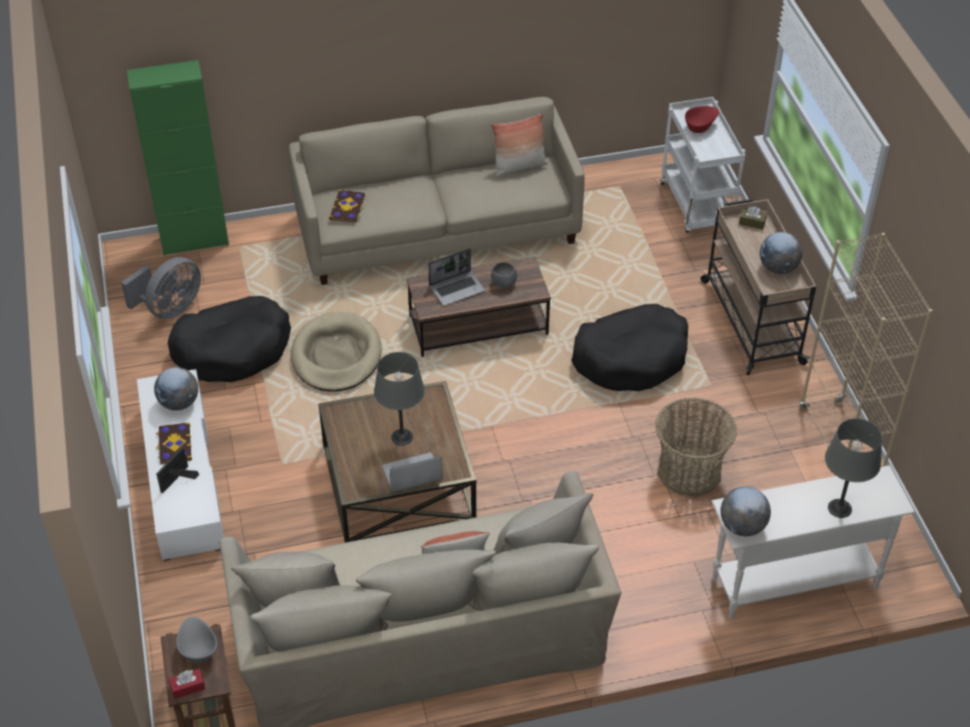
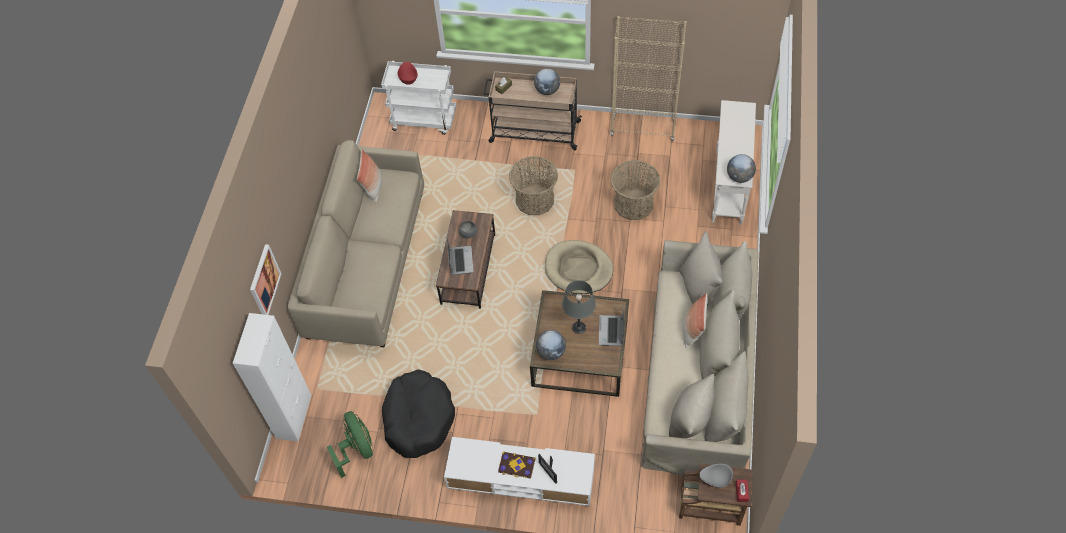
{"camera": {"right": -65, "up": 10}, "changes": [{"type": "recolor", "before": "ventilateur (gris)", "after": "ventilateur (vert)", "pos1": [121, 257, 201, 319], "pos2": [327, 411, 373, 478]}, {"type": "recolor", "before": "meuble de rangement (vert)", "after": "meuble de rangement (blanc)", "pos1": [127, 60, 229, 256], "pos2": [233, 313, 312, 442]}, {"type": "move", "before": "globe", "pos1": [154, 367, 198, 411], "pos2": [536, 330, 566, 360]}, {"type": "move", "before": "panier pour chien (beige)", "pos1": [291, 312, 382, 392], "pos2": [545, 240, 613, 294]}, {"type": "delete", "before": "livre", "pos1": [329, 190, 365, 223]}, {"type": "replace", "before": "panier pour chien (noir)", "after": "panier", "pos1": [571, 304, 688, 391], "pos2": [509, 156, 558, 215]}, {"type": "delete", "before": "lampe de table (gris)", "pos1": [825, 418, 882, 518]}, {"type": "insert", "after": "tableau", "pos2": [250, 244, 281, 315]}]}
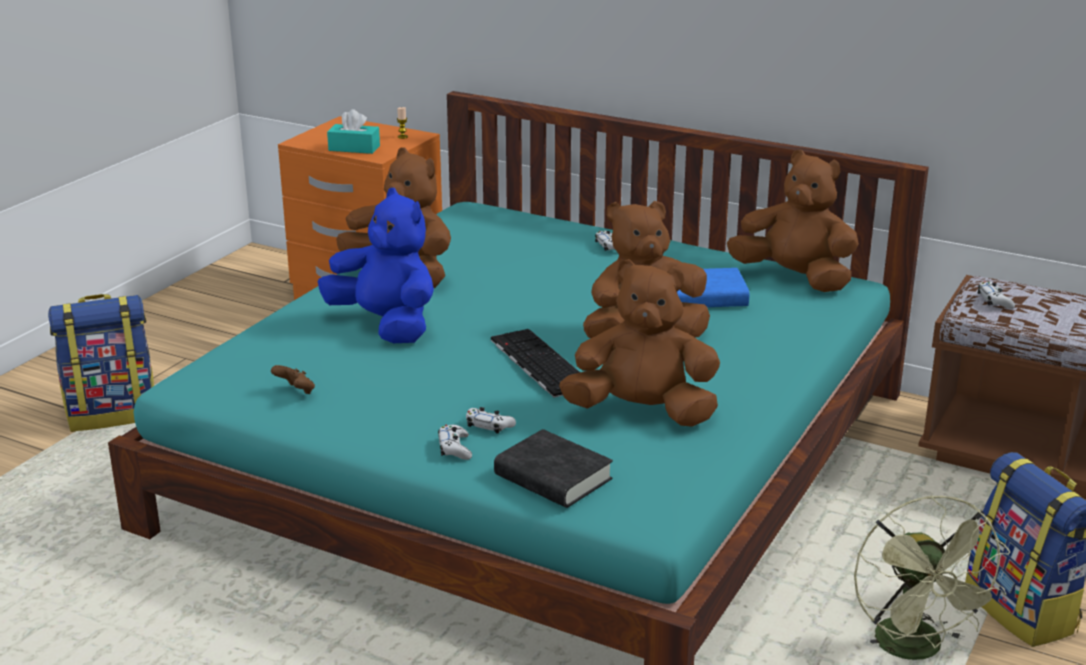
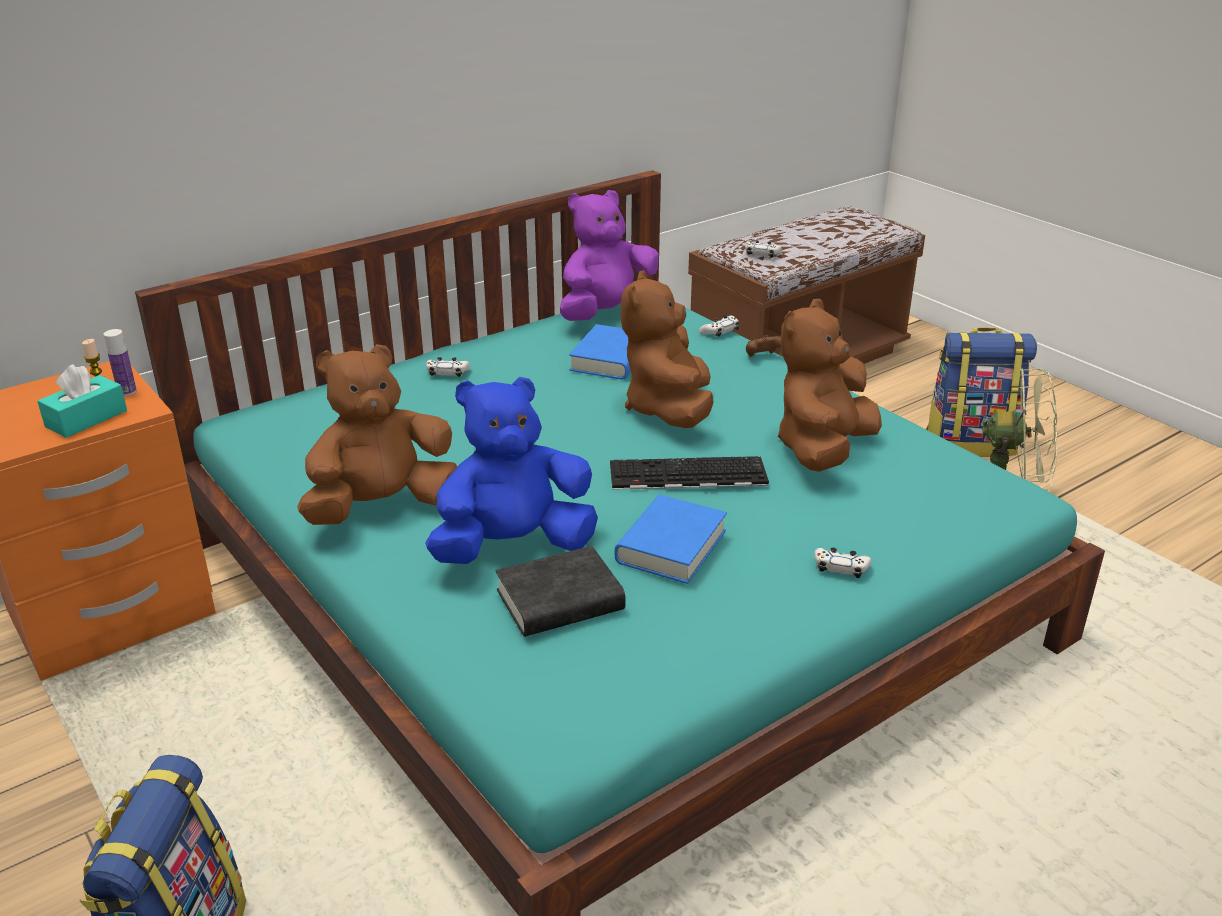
{"camera": {"right": -65, "up": 5}, "changes": [{"type": "move", "before": "manette (marron)", "pos1": [271, 365, 315, 394], "pos2": [746, 335, 781, 357]}, {"type": "move", "before": "manette (blanc)", "pos1": [466, 407, 516, 434], "pos2": [699, 315, 739, 337]}, {"type": "move", "before": "livre (noir)", "pos1": [494, 429, 613, 508], "pos2": [496, 546, 625, 637]}, {"type": "recolor", "before": "peluche (marron)", "after": "peluche (violet)", "pos1": [727, 150, 859, 292], "pos2": [560, 190, 659, 321]}, {"type": "insert", "after": "bouteille", "pos2": [104, 329, 137, 396]}, {"type": "insert", "after": "livre (bleu)", "pos2": [615, 495, 727, 584]}]}
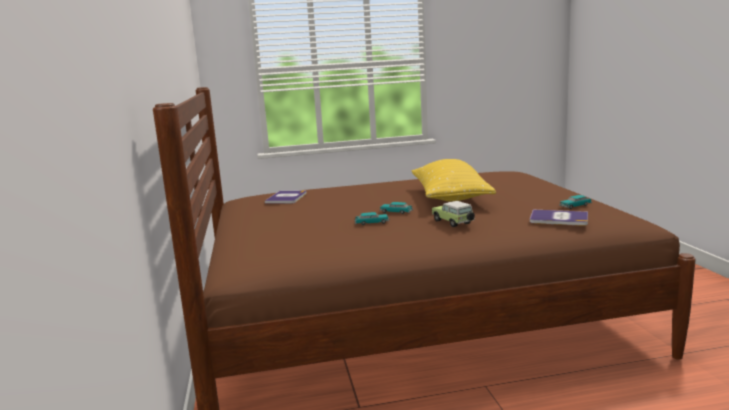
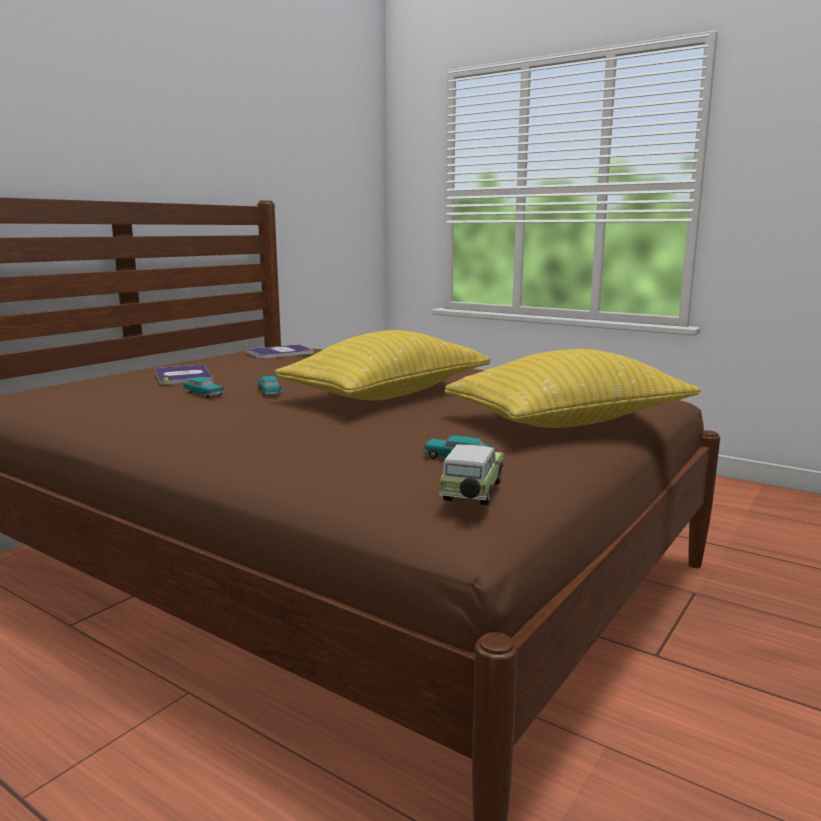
{"camera": {"right": 45, "up": 0}, "changes": [{"type": "move", "before": "petite voiture", "pos1": [432, 201, 475, 227], "pos2": [438, 444, 503, 505]}, {"type": "move", "before": "livre", "pos1": [530, 210, 588, 226], "pos2": [156, 364, 213, 385]}, {"type": "insert", "after": "coussin (jaune)", "pos2": [445, 349, 701, 428]}]}
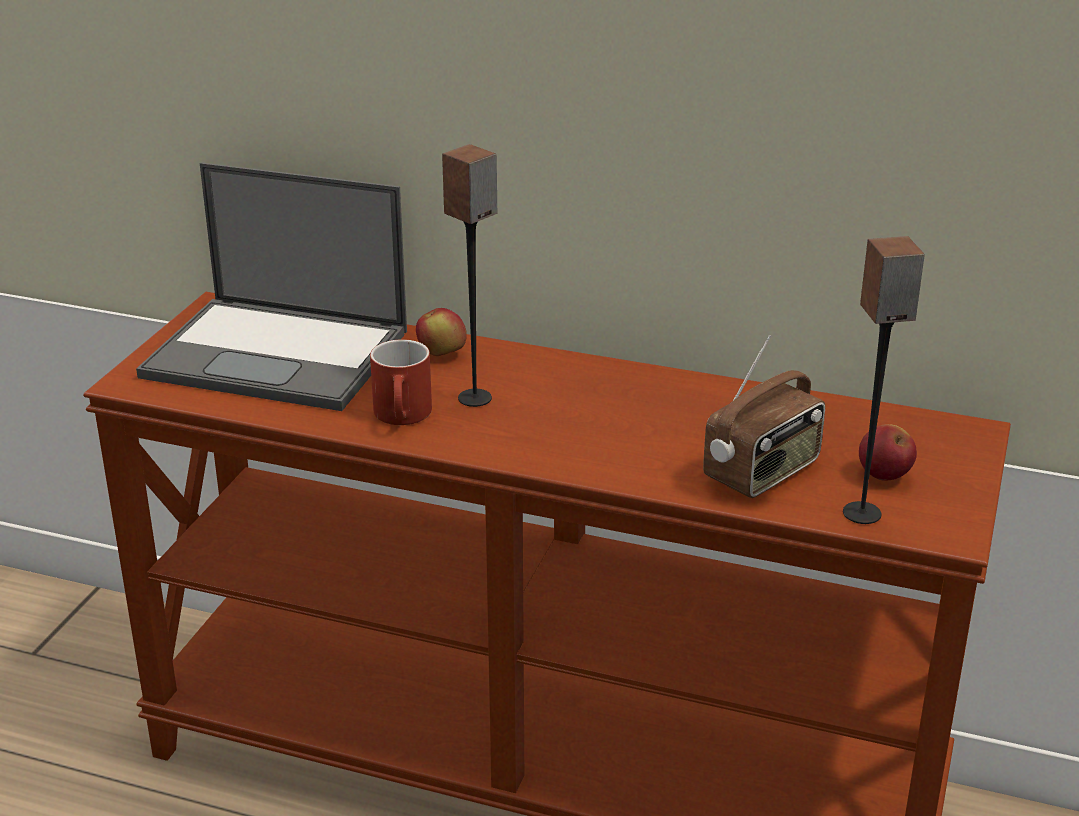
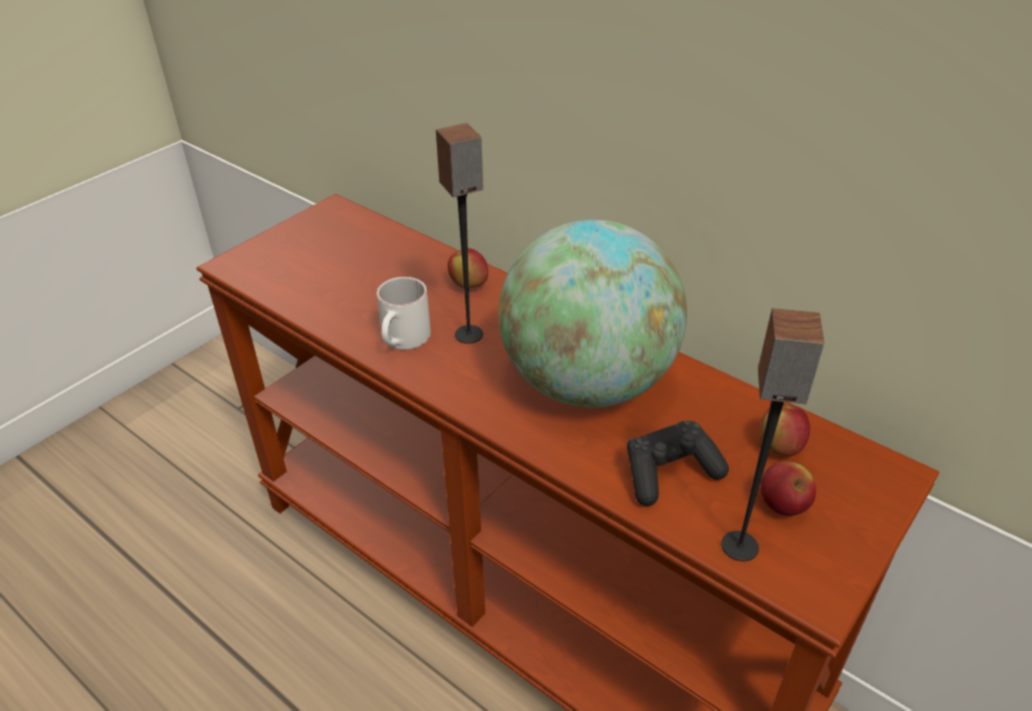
{"camera": {"right": 20, "up": 10}, "changes": [{"type": "delete", "before": "ordinateur portable", "pos1": [136, 162, 407, 411]}, {"type": "recolor", "before": "mug (rouge)", "after": "mug (blanc)", "pos1": [370, 339, 432, 425], "pos2": [377, 277, 431, 350]}, {"type": "replace", "before": "radio", "after": "manette (noir)", "pos1": [703, 335, 825, 498], "pos2": [627, 421, 729, 506]}, {"type": "insert", "after": "globe", "pos2": [498, 220, 687, 408]}, {"type": "insert", "after": "pomme", "pos2": [760, 404, 810, 456]}]}
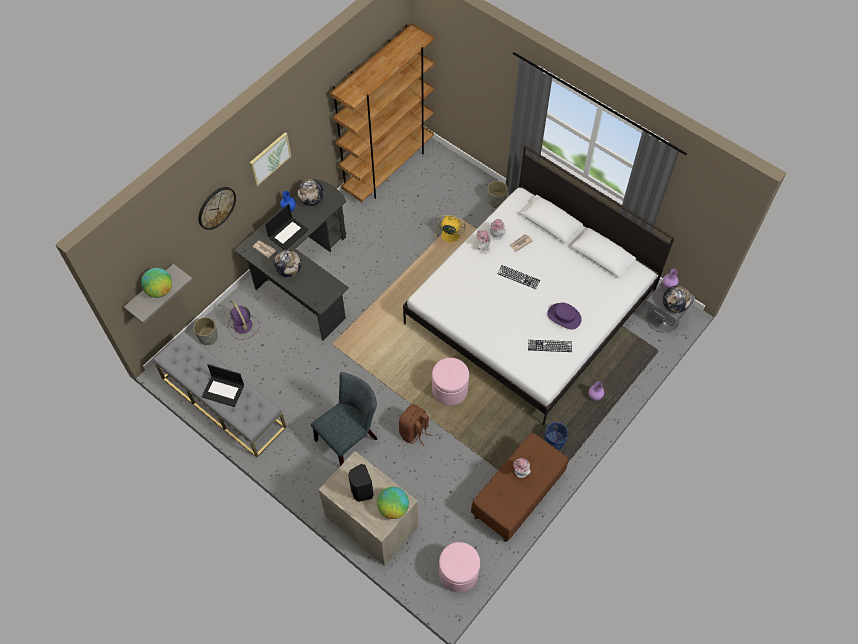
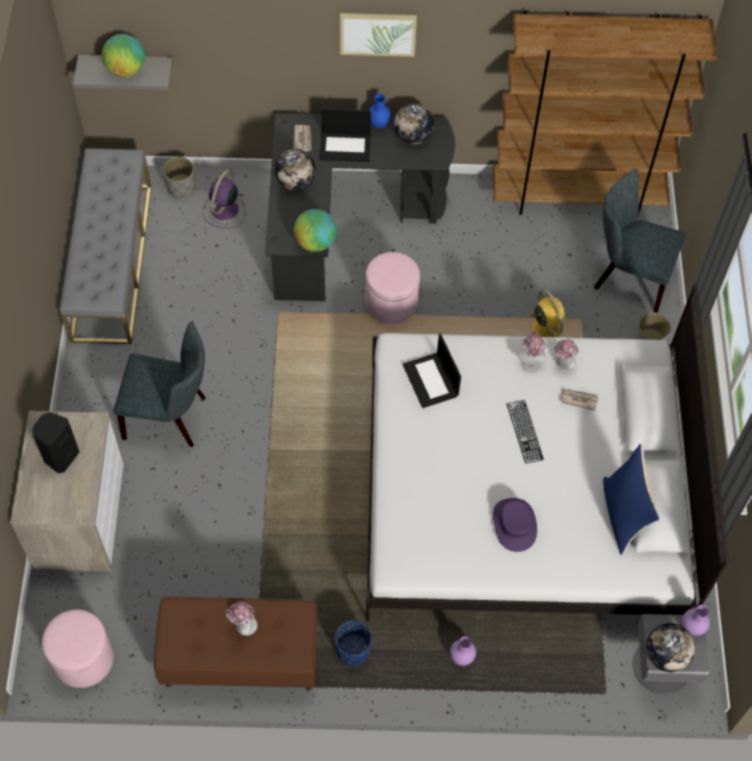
{"camera": {"right": 50, "up": 0}, "changes": [{"type": "delete", "before": "horloge murale", "pos1": [198, 187, 236, 230]}, {"type": "move", "before": "ordinateur portable", "pos1": [202, 364, 244, 407], "pos2": [403, 333, 461, 408]}, {"type": "move", "before": "globe", "pos1": [377, 487, 409, 519], "pos2": [294, 209, 336, 252]}, {"type": "delete", "before": "sac à dos (marron)", "pos1": [399, 404, 433, 446]}, {"type": "move", "before": "pouf (rose)", "pos1": [432, 358, 469, 406], "pos2": [366, 252, 420, 324]}, {"type": "delete", "before": "clavier", "pos1": [528, 340, 572, 352]}, {"type": "insert", "after": "chaise (gris)", "pos2": [594, 169, 685, 313]}, {"type": "insert", "after": "coussin (bleu)", "pos2": [603, 444, 660, 555]}]}
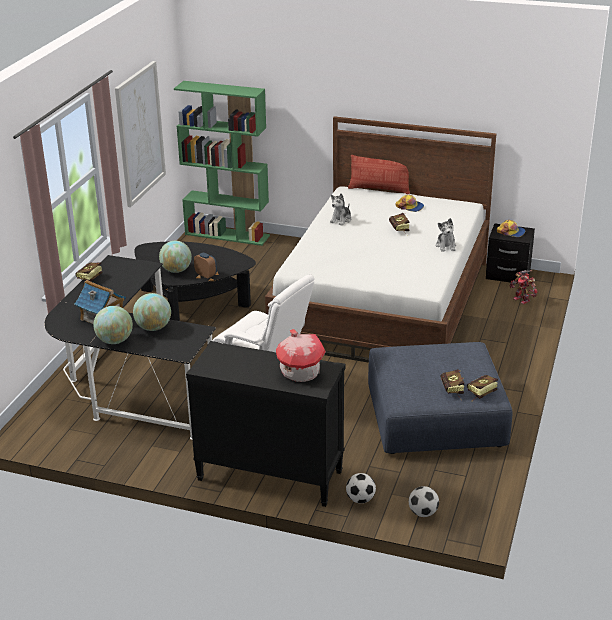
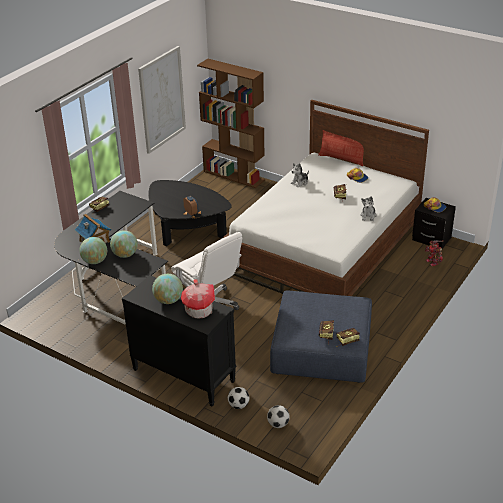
{"camera": {"right": 15, "up": 5}, "changes": [{"type": "move", "before": "globe", "pos1": [159, 241, 192, 273], "pos2": [152, 274, 183, 304]}, {"type": "recolor", "before": "bibliothèque (vert)", "after": "bibliothèque (marron)", "pos1": [174, 81, 270, 246], "pos2": [197, 59, 265, 188]}]}
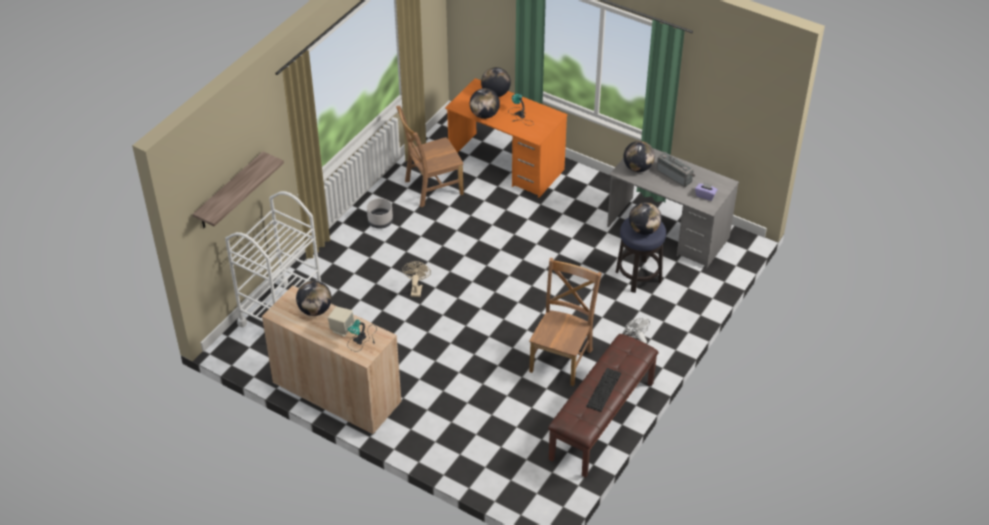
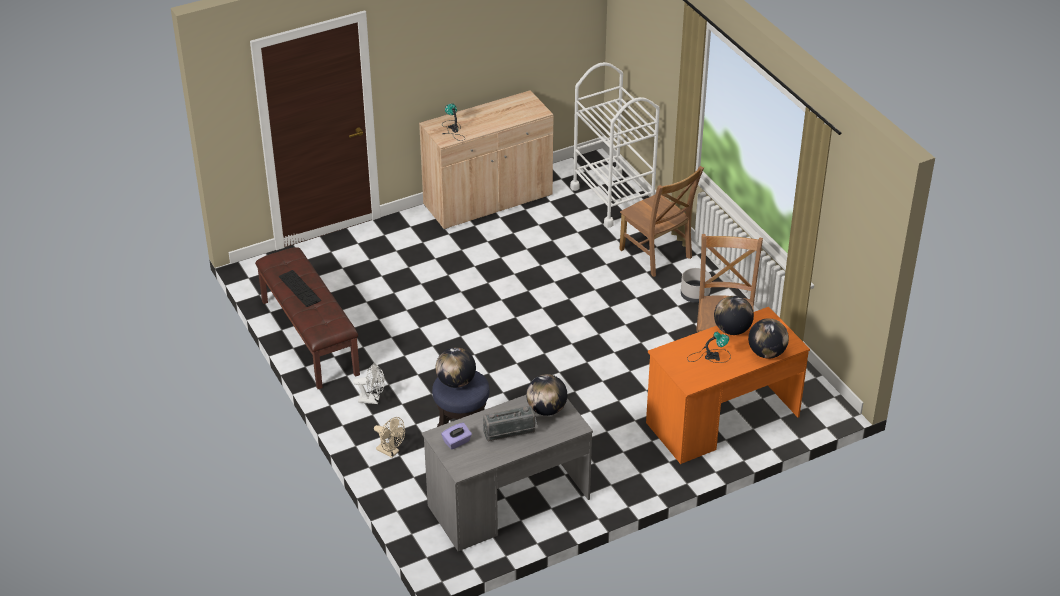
{"camera": {"right": 120, "up": -5}, "changes": [{"type": "delete", "before": "étagère", "pos1": [193, 152, 284, 228]}, {"type": "delete", "before": "globe", "pos1": [296, 281, 332, 316]}, {"type": "delete", "before": "enceinte (beige)", "pos1": [328, 306, 355, 337]}, {"type": "move", "before": "ventilateur (beige)", "pos1": [402, 261, 431, 297], "pos2": [374, 417, 405, 458]}, {"type": "move", "before": "chaise (marron)", "pos1": [529, 258, 602, 386], "pos2": [619, 166, 704, 277]}]}
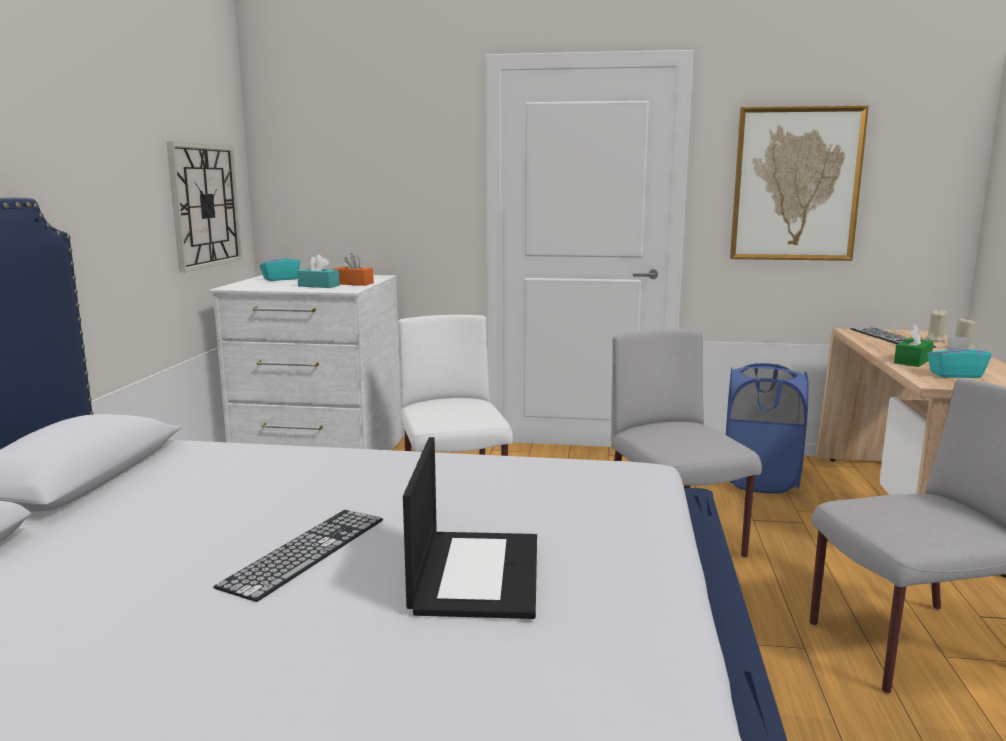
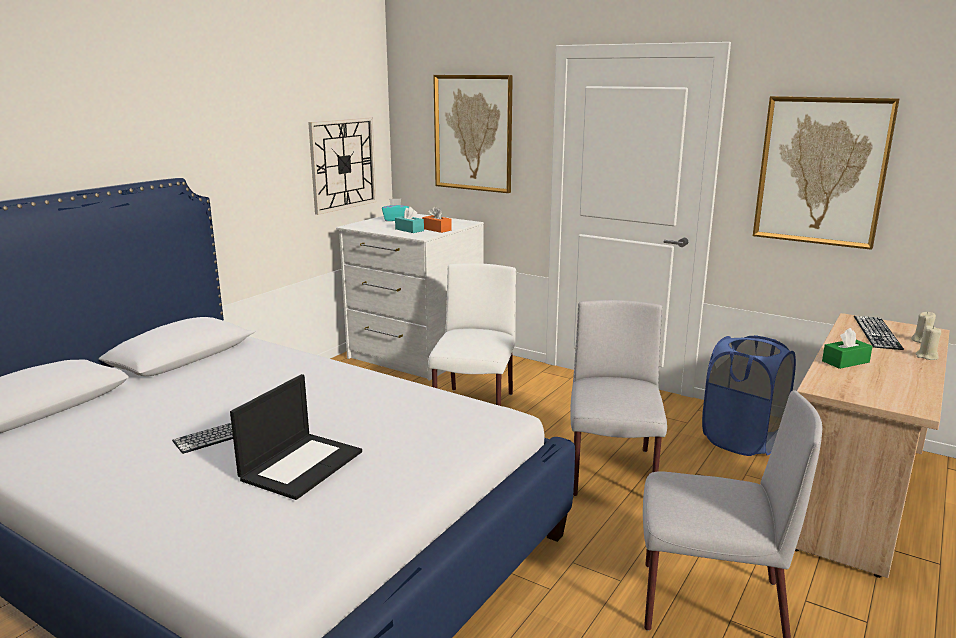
{"camera": {"right": 25, "up": 5}, "changes": [{"type": "delete", "before": "boîte à mouchoirs (turquoise)", "pos1": [927, 337, 991, 378]}, {"type": "insert", "after": "tableau", "pos2": [433, 75, 513, 193]}]}
